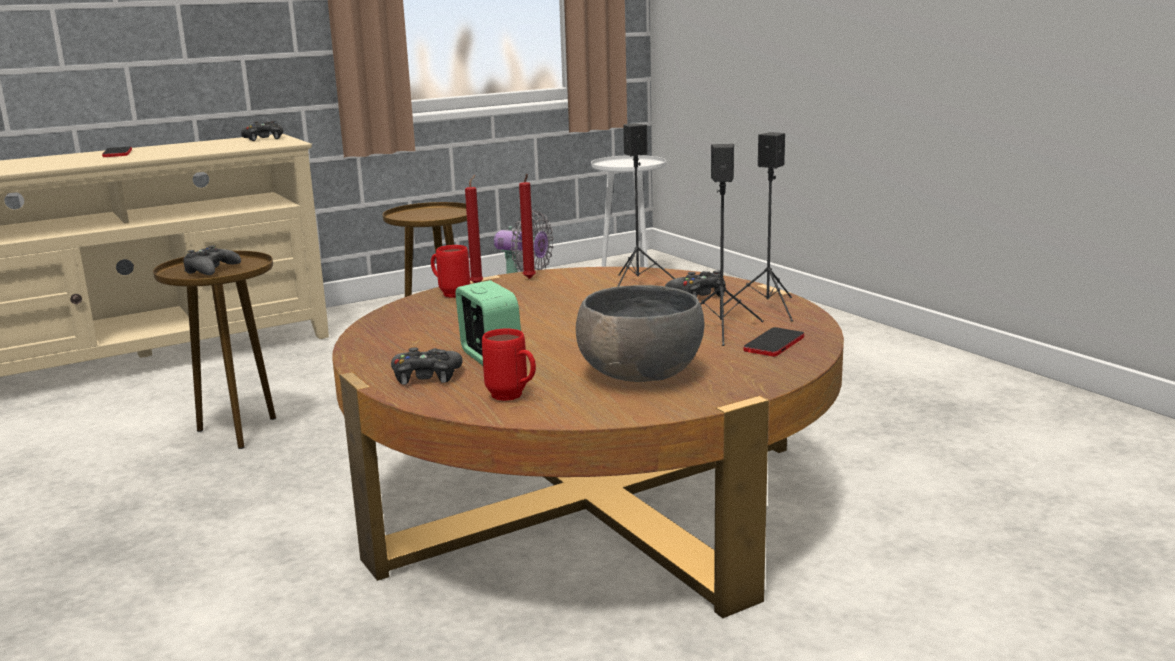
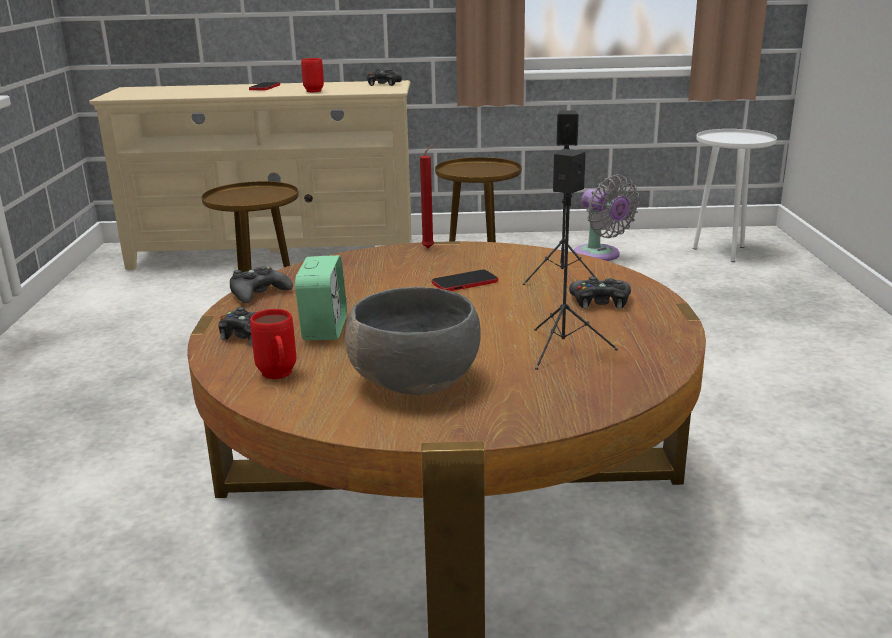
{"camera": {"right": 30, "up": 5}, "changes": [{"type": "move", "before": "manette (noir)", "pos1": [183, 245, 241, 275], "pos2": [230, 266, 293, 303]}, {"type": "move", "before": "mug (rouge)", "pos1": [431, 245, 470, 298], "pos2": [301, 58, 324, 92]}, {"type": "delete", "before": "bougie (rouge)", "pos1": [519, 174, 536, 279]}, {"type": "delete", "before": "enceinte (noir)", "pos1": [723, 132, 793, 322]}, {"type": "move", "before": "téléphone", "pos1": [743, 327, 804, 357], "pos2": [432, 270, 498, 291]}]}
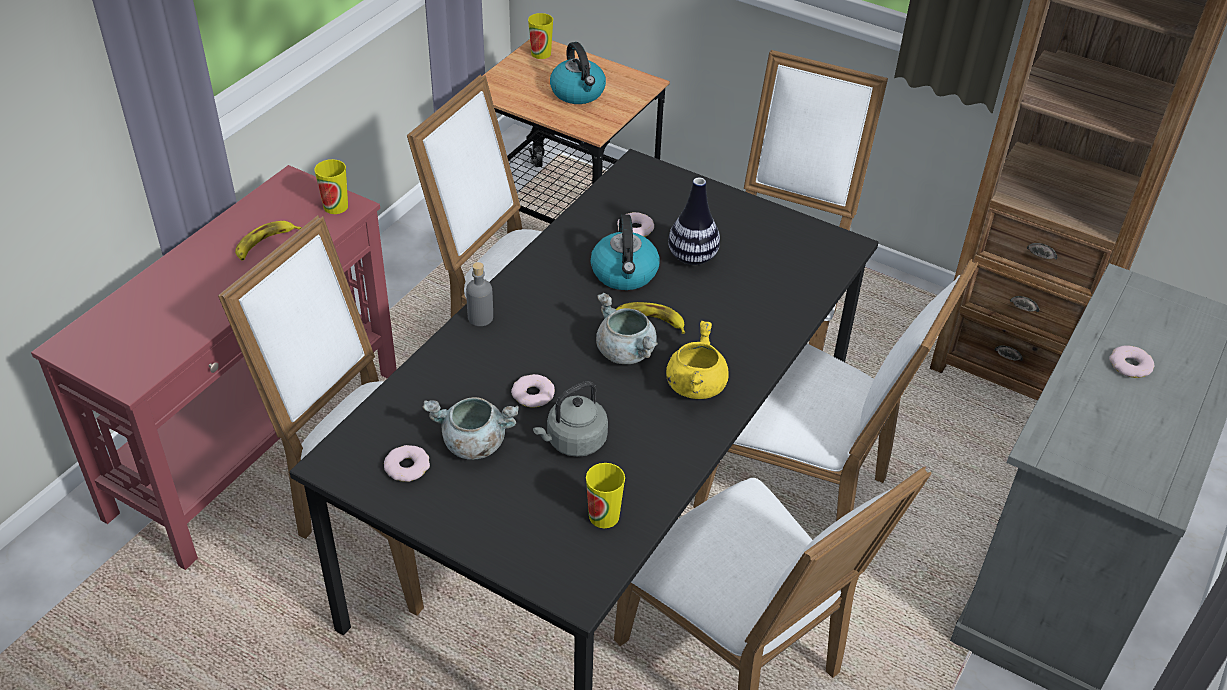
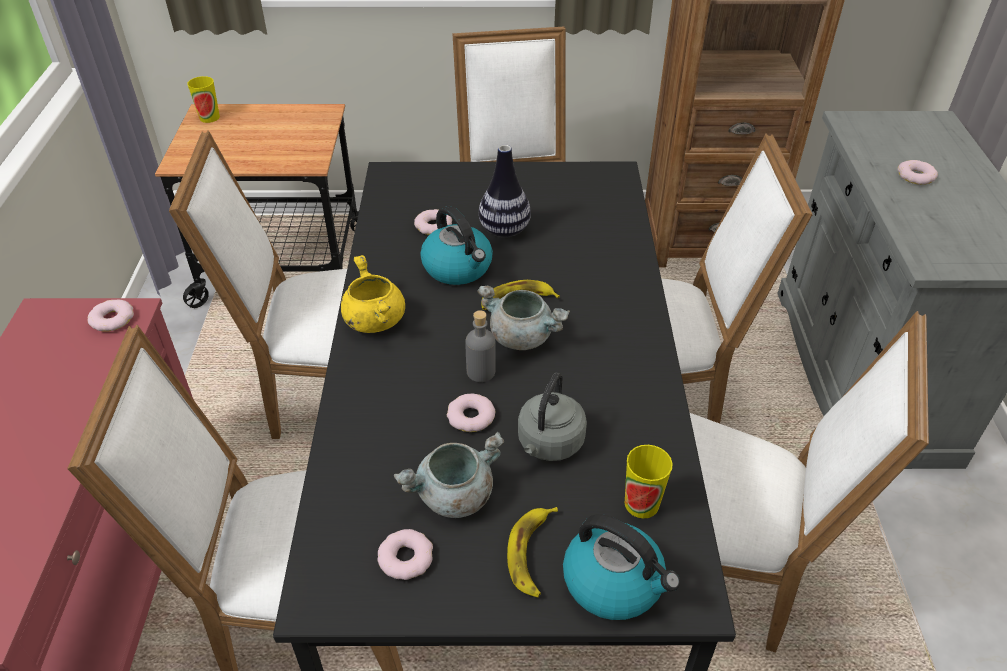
{"camera": {"right": -30, "up": 0}, "changes": [{"type": "move", "before": "banane", "pos1": [235, 221, 302, 261], "pos2": [507, 507, 558, 597]}, {"type": "replace", "before": "tasse", "after": "beignet", "pos1": [314, 159, 348, 214], "pos2": [88, 300, 134, 332]}, {"type": "move", "before": "bouteille (gris)", "pos1": [466, 262, 493, 326], "pos2": [465, 310, 496, 382]}, {"type": "move", "before": "bouilloire", "pos1": [550, 42, 606, 104], "pos2": [563, 514, 680, 620]}, {"type": "move", "before": "marmite (jaune)", "pos1": [666, 321, 729, 399], "pos2": [341, 255, 405, 333]}]}
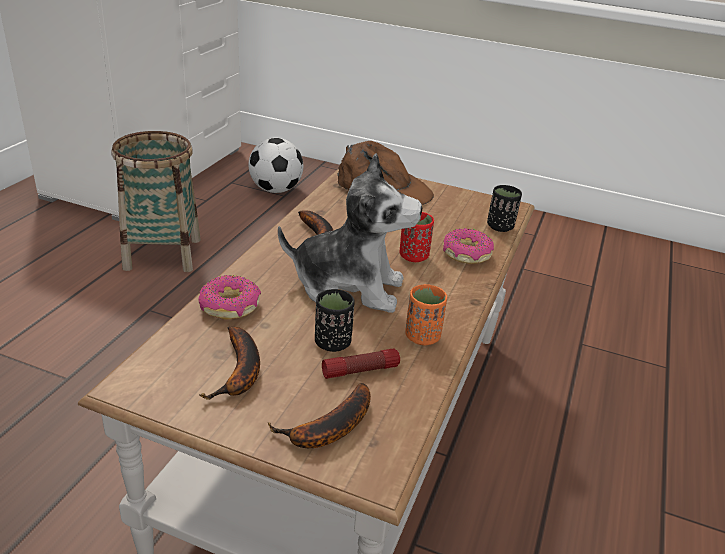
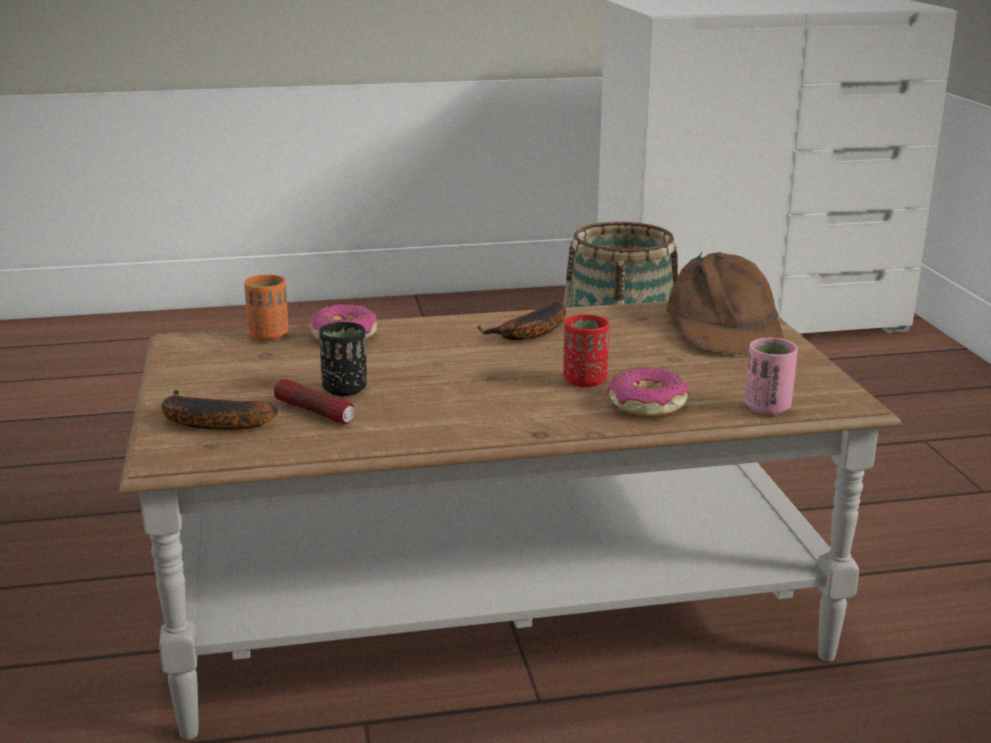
{"camera": {"right": 60, "up": -10}, "changes": [{"type": "delete", "before": "banane", "pos1": [199, 326, 260, 400]}, {"type": "delete", "before": "ballon de foot", "pos1": [248, 138, 303, 193]}, {"type": "delete", "before": "peluche", "pos1": [278, 153, 422, 313]}, {"type": "move", "before": "tasse (orange)", "pos1": [405, 284, 447, 345], "pos2": [244, 274, 288, 341]}, {"type": "recolor", "before": "tasse (noir)", "after": "tasse (rose)", "pos1": [487, 185, 522, 232], "pos2": [745, 338, 798, 415]}]}
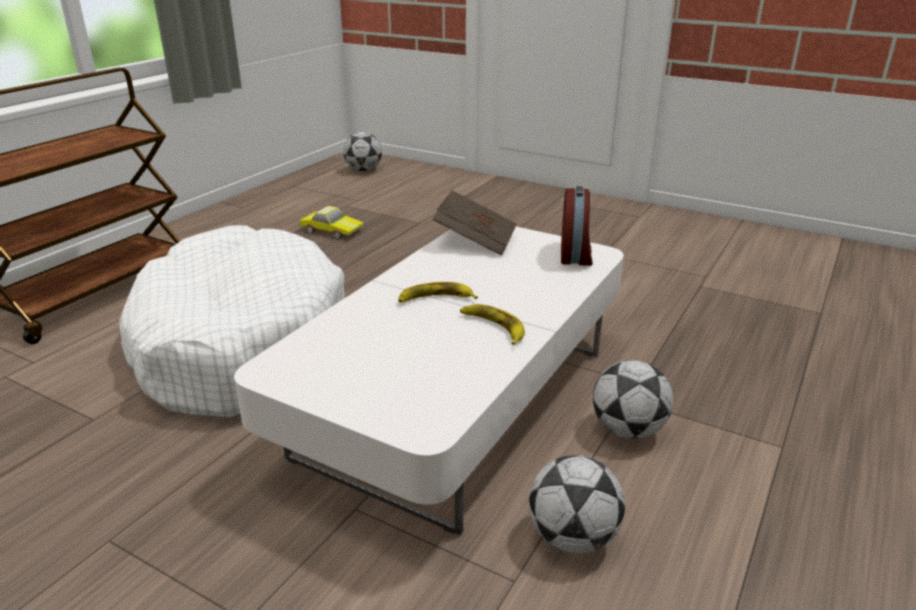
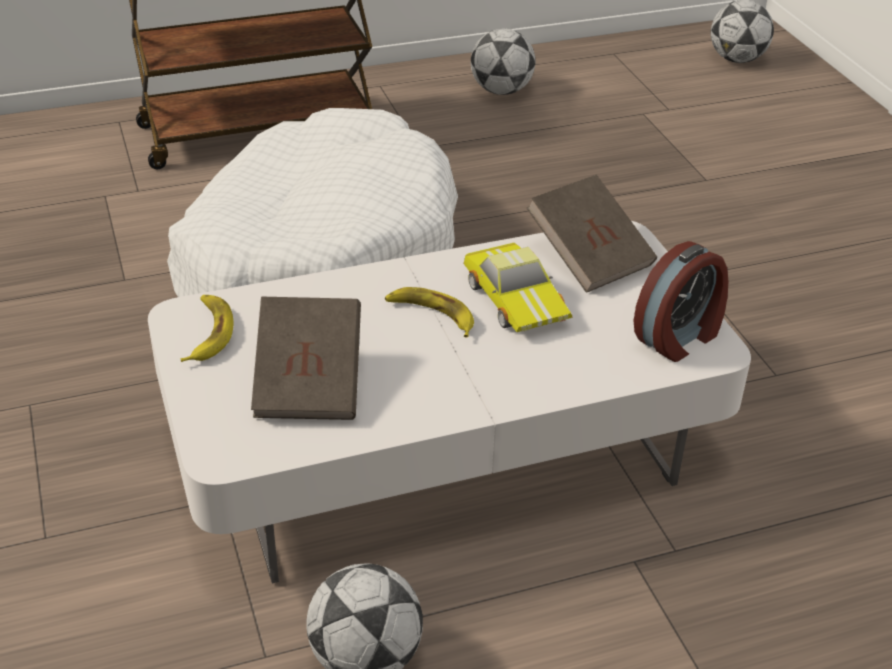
{"camera": {"right": 40, "up": 10}, "changes": [{"type": "move", "before": "petite voiture", "pos1": [300, 206, 365, 239], "pos2": [464, 243, 573, 332]}, {"type": "move", "before": "banane", "pos1": [460, 304, 525, 345], "pos2": [180, 295, 233, 362]}, {"type": "move", "before": "ballon de foot", "pos1": [593, 360, 673, 439], "pos2": [471, 29, 535, 95]}, {"type": "insert", "after": "livre (marron)", "pos2": [251, 296, 361, 420]}]}
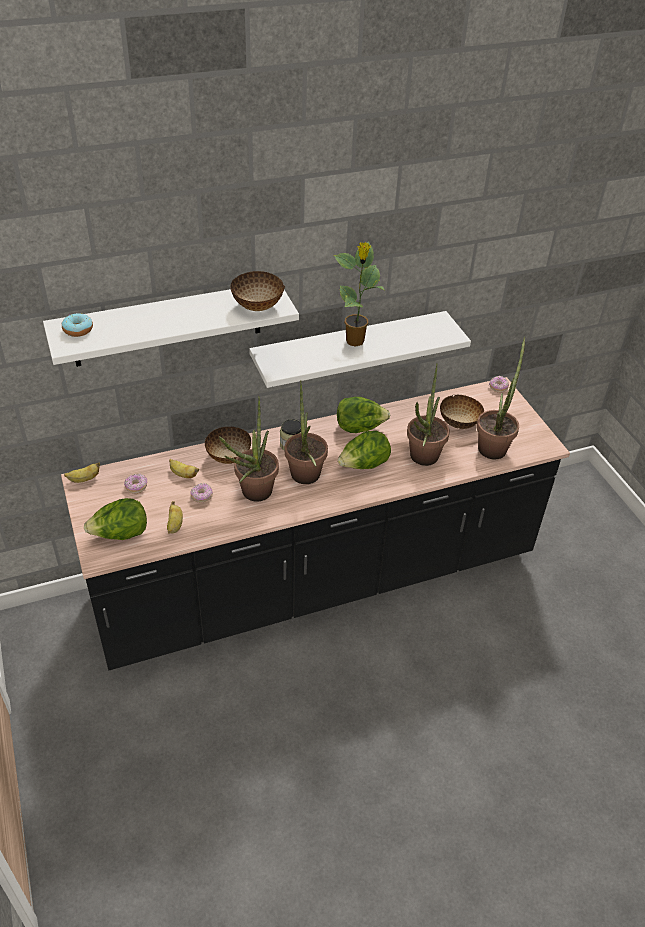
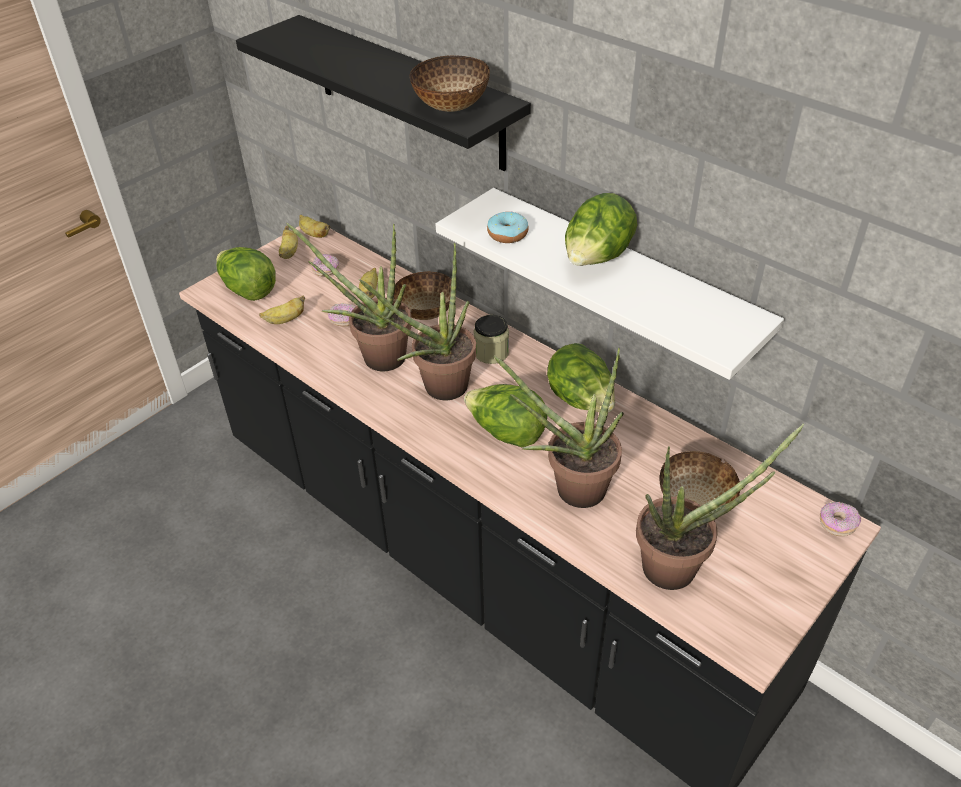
{"camera": {"right": 65, "up": 0}, "changes": [{"type": "recolor", "before": "étagère (blanc)", "after": "étagère (noir)", "pos1": [43, 289, 299, 367], "pos2": [236, 15, 531, 171]}, {"type": "move", "before": "beignet", "pos1": [62, 313, 93, 337], "pos2": [487, 211, 529, 243]}, {"type": "replace", "before": "plante en pot", "after": "laitue", "pos1": [334, 241, 384, 347], "pos2": [565, 193, 637, 266]}, {"type": "insert", "after": "banane", "pos2": [279, 226, 298, 259]}]}
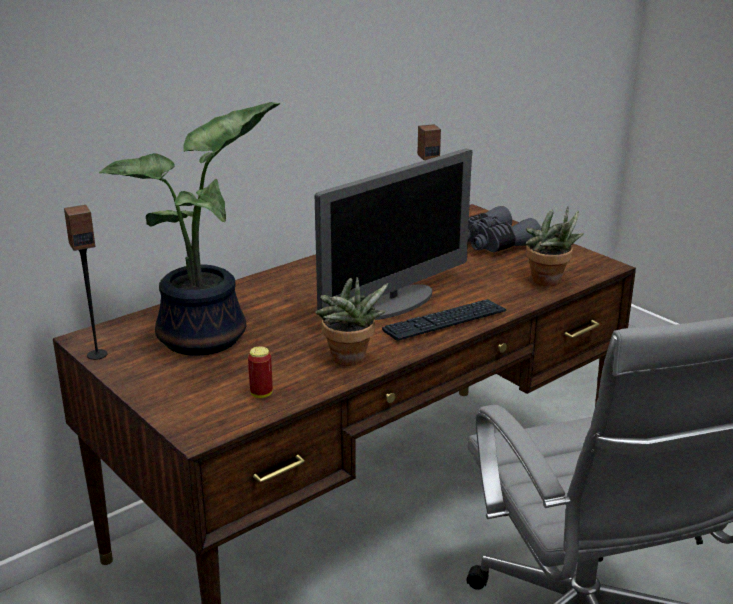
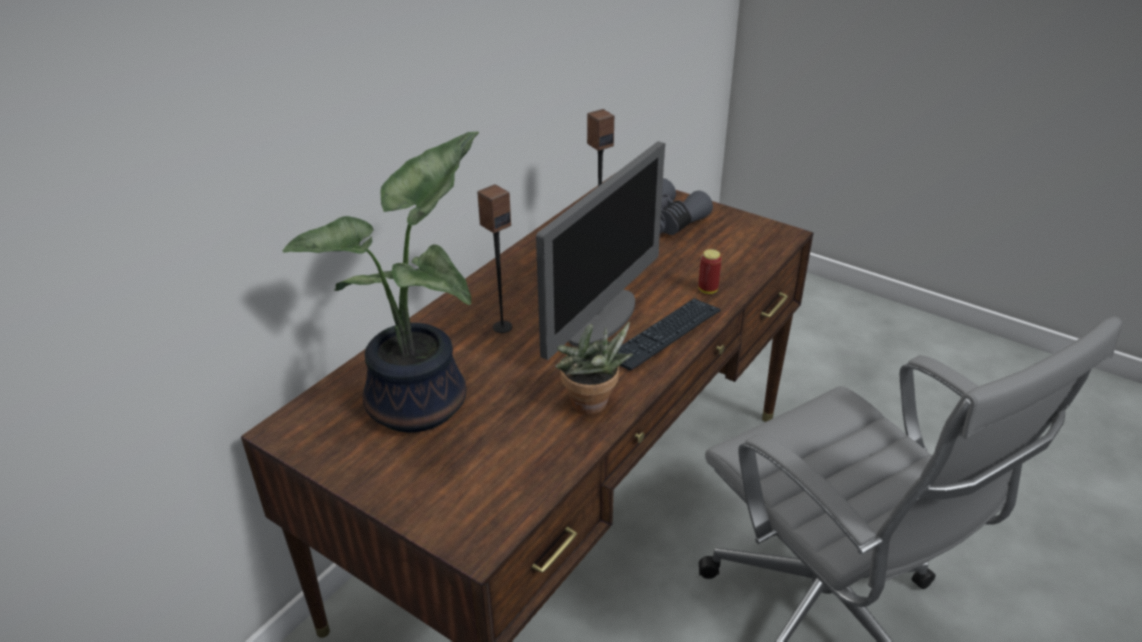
{"camera": {"right": -15, "up": 10}, "changes": [{"type": "move", "before": "enceinte", "pos1": [64, 205, 108, 360], "pos2": [477, 184, 512, 333]}, {"type": "move", "before": "boîte métallique", "pos1": [248, 346, 273, 398], "pos2": [698, 249, 722, 294]}, {"type": "delete", "before": "plante en pot", "pos1": [526, 206, 584, 286]}]}
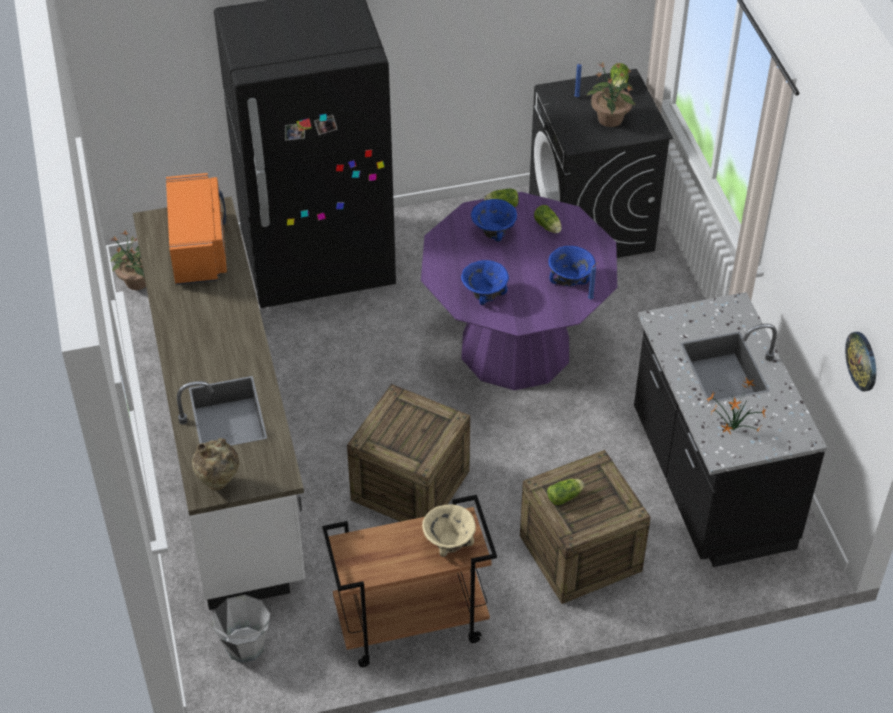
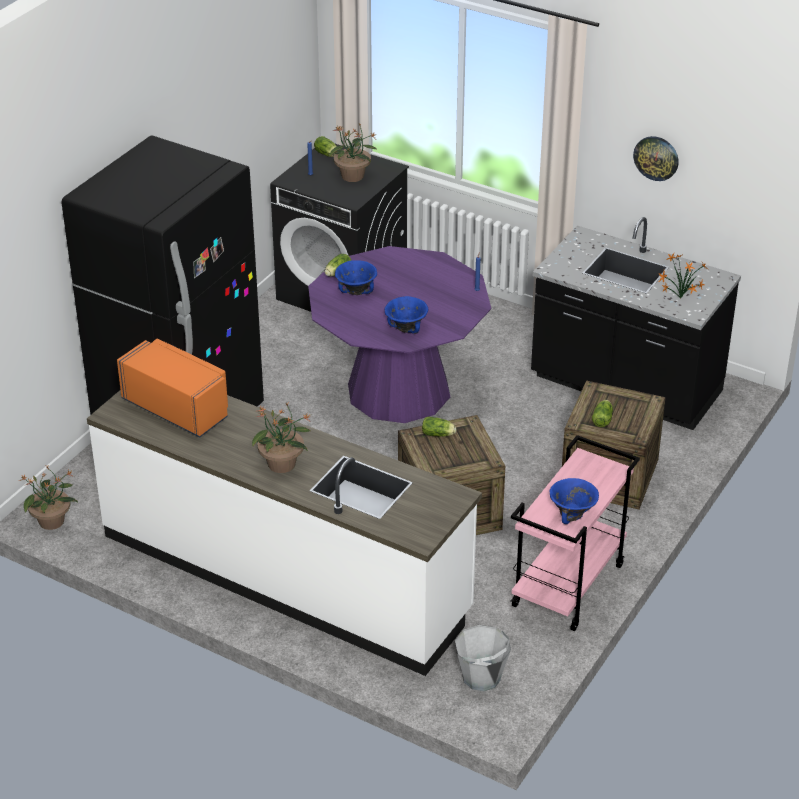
{"camera": {"right": -45, "up": -10}, "changes": [{"type": "delete", "before": "vase (beige)", "pos1": [192, 438, 239, 490]}, {"type": "recolor", "before": "chariot (marron)", "after": "chariot (rose)", "pos1": [322, 495, 497, 667], "pos2": [511, 435, 640, 631]}, {"type": "delete", "before": "bol (beige)", "pos1": [422, 504, 476, 557]}, {"type": "move", "before": "laitue", "pos1": [534, 205, 562, 233], "pos2": [422, 416, 456, 437]}, {"type": "move", "before": "bol (bleu)", "pos1": [548, 246, 596, 286], "pos2": [549, 478, 599, 524]}, {"type": "move", "before": "horloge murale", "pos1": [845, 332, 876, 391], "pos2": [633, 136, 679, 181]}, {"type": "insert", "after": "plante en pot", "pos2": [252, 402, 311, 473]}]}
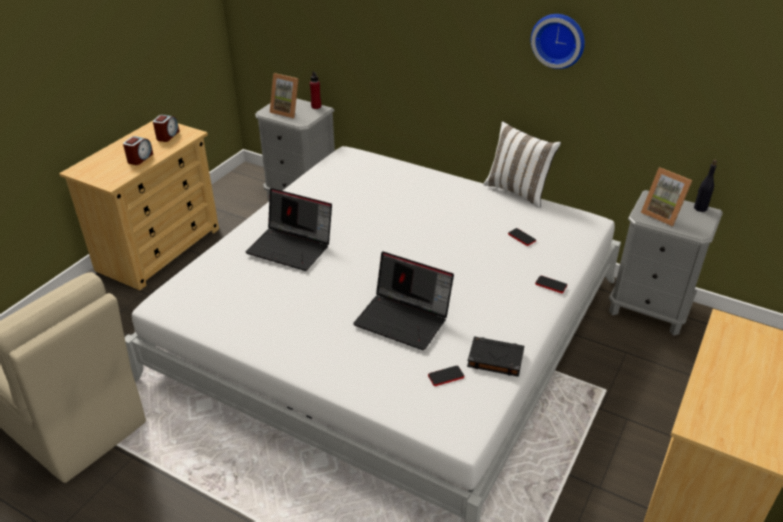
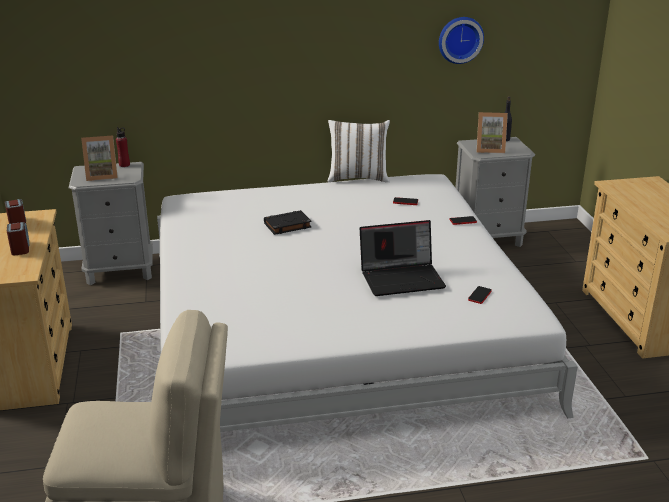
{"camera": {"right": -40, "up": -10}, "changes": [{"type": "delete", "before": "ordinateur portable", "pos1": [246, 188, 332, 271]}, {"type": "move", "before": "livre (noir)", "pos1": [467, 336, 524, 377], "pos2": [264, 210, 312, 235]}, {"type": "move", "before": "horloge murale", "pos1": [531, 14, 585, 69], "pos2": [439, 17, 484, 64]}]}
